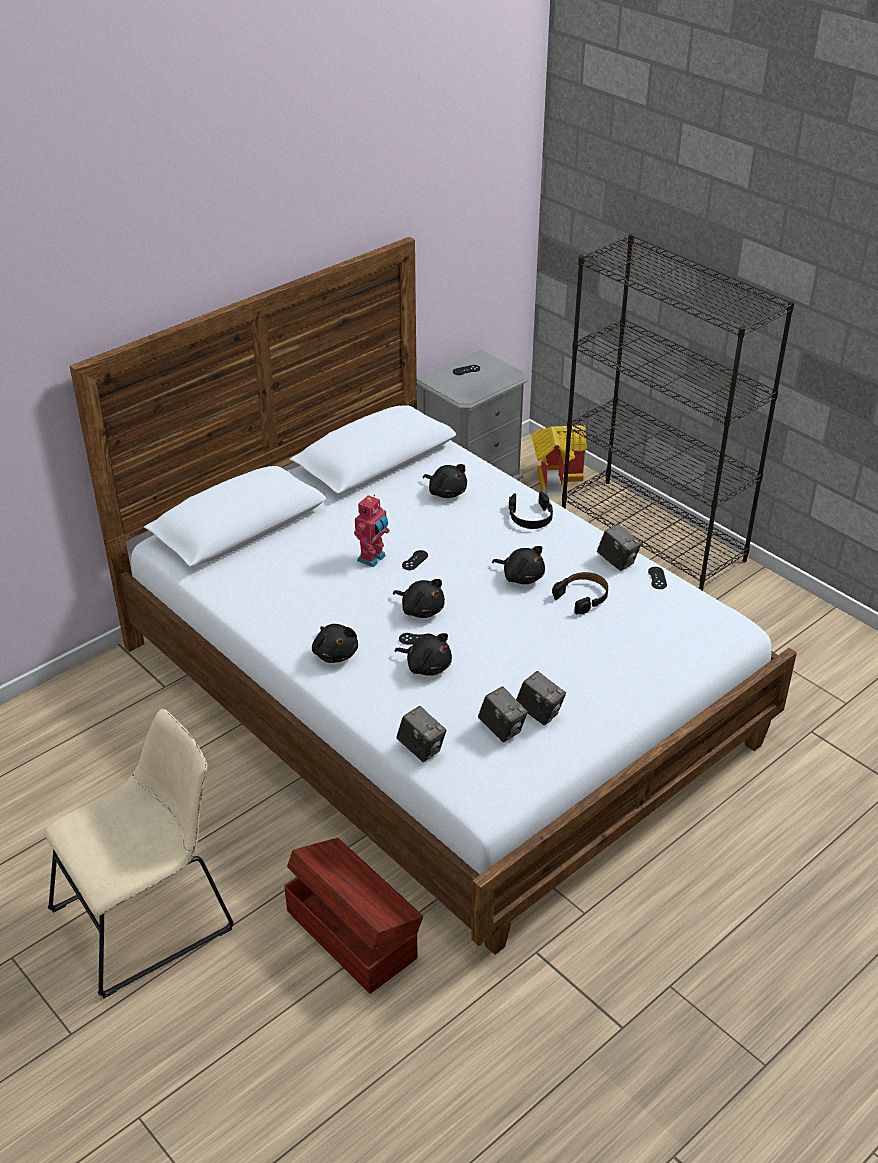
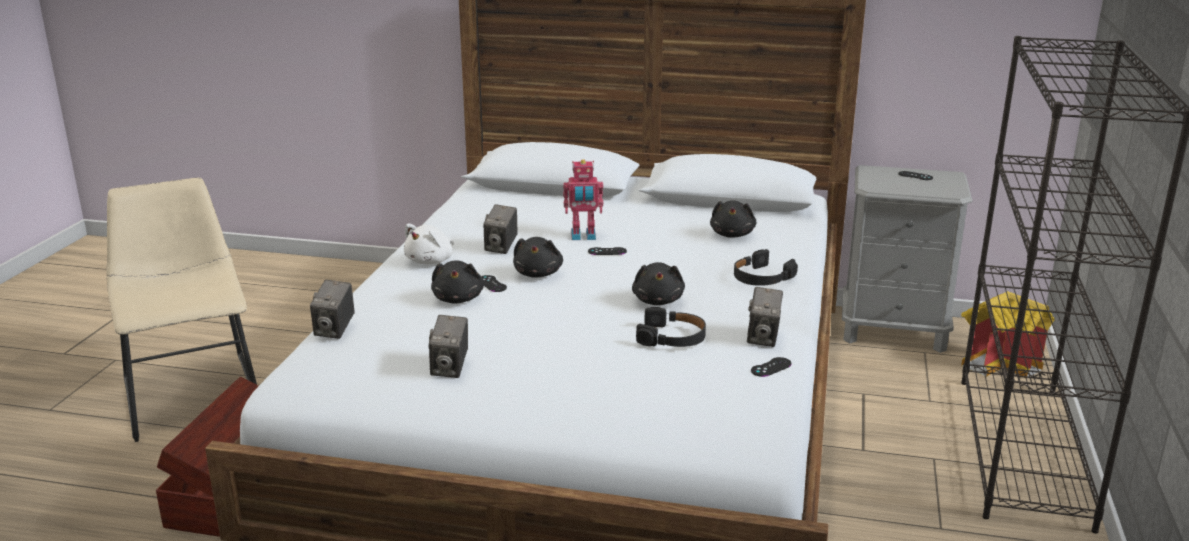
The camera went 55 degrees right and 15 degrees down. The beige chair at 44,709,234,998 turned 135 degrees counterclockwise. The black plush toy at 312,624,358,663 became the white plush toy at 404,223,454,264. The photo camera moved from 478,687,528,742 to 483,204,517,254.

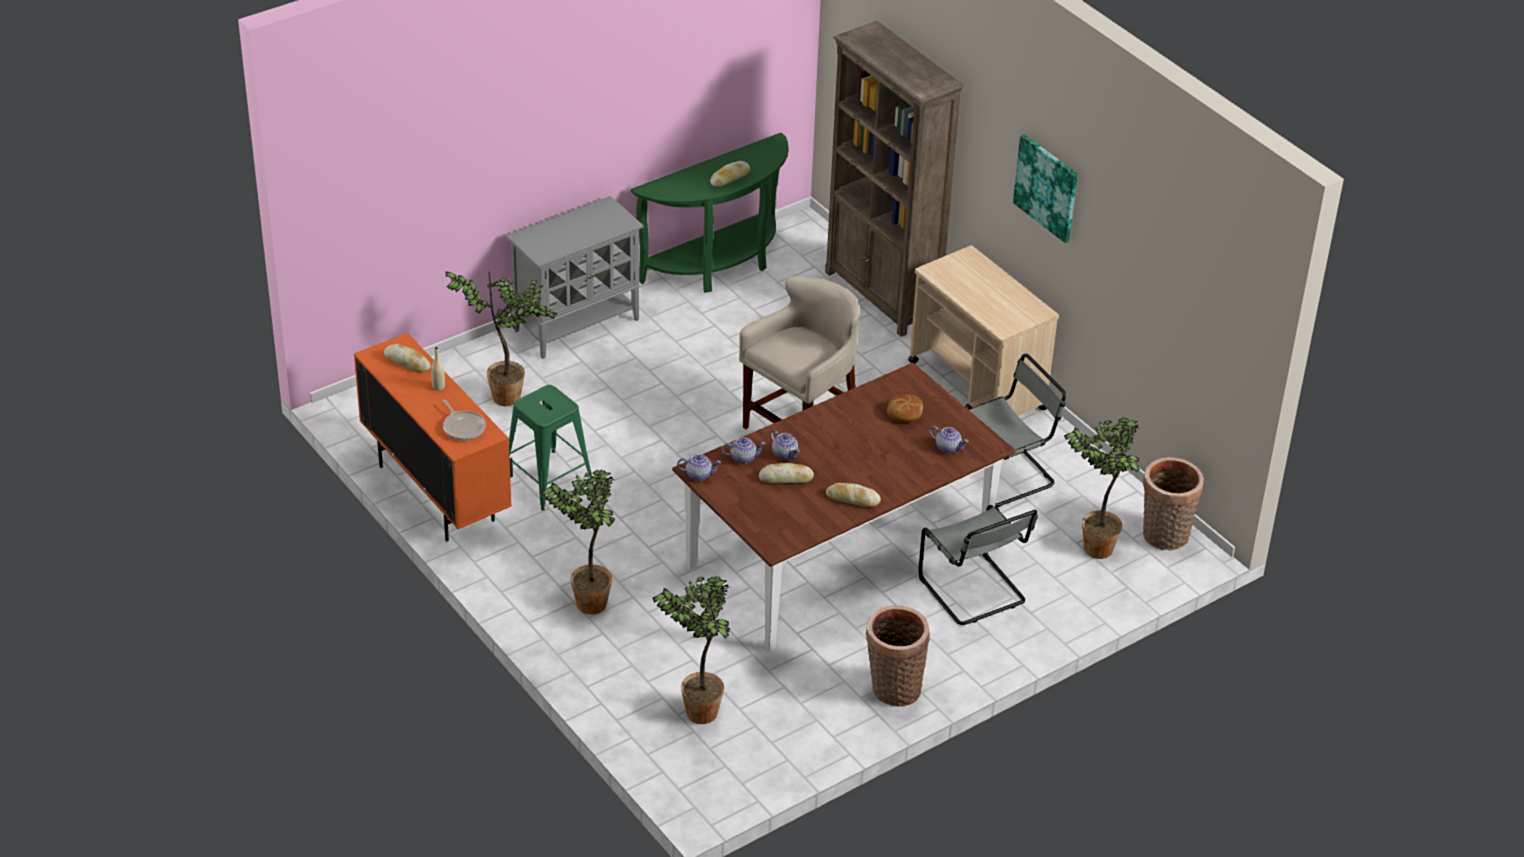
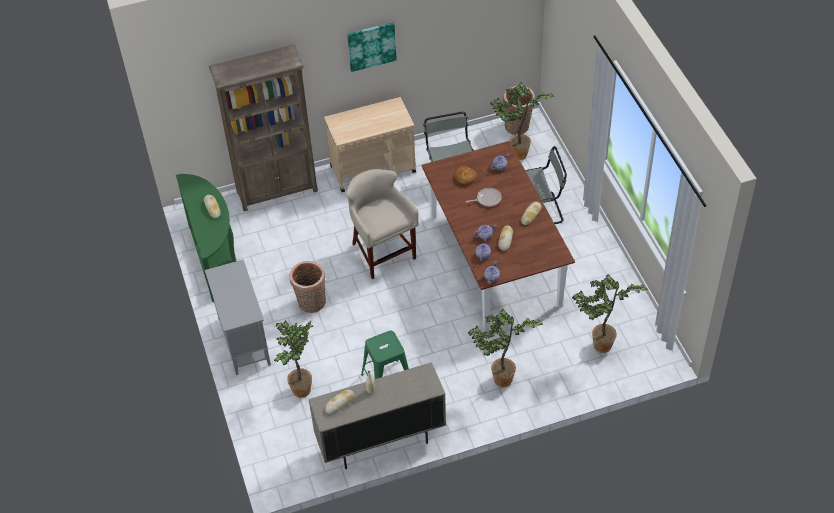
The camera went 70 degrees left and 10 degrees up. The orange cabinet at 354,333,513,542 became the beige cabinet at 308,362,446,469. The frying pan moved from 443,399,486,440 to 466,188,502,207. The basket moved from 865,606,930,707 to 289,261,326,313.

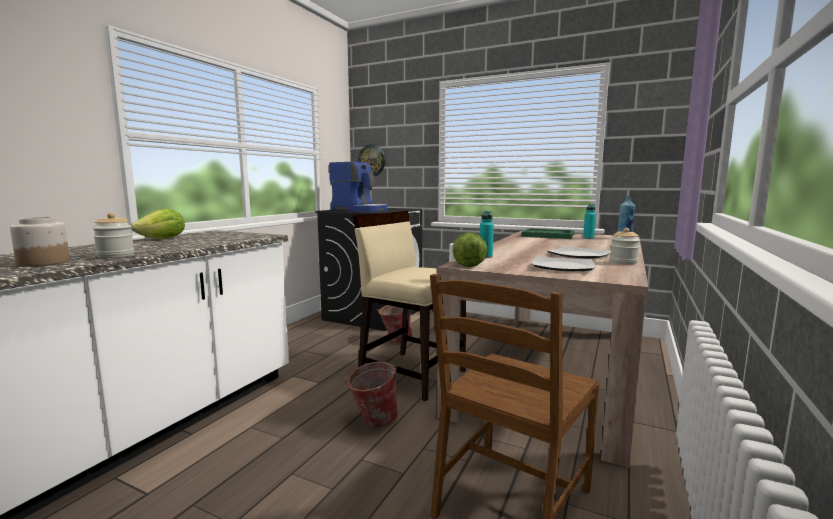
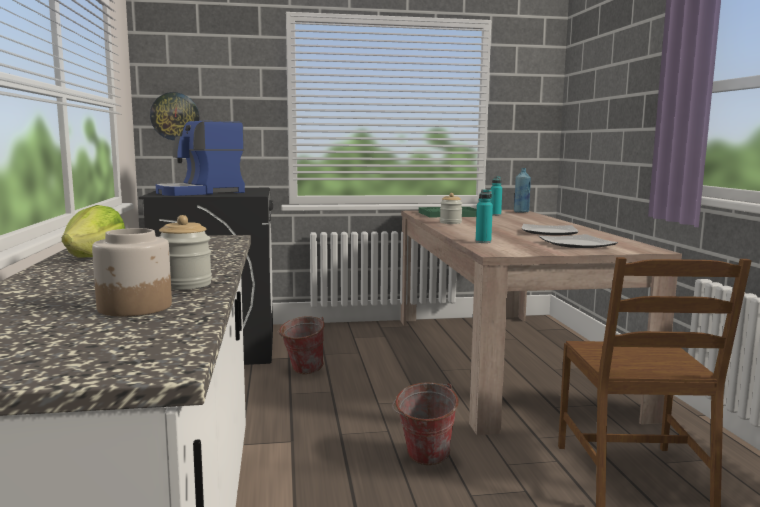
The camera went 35 degrees left and 0 degrees up. The coffee machine at 329,162,387,212 turned 150 degrees clockwise. The beige chair at 353,211,466,401 disappeared. The lettuce at 453,232,487,267 disappeared. The jar moved from 610,228,640,264 to 440,193,462,224.

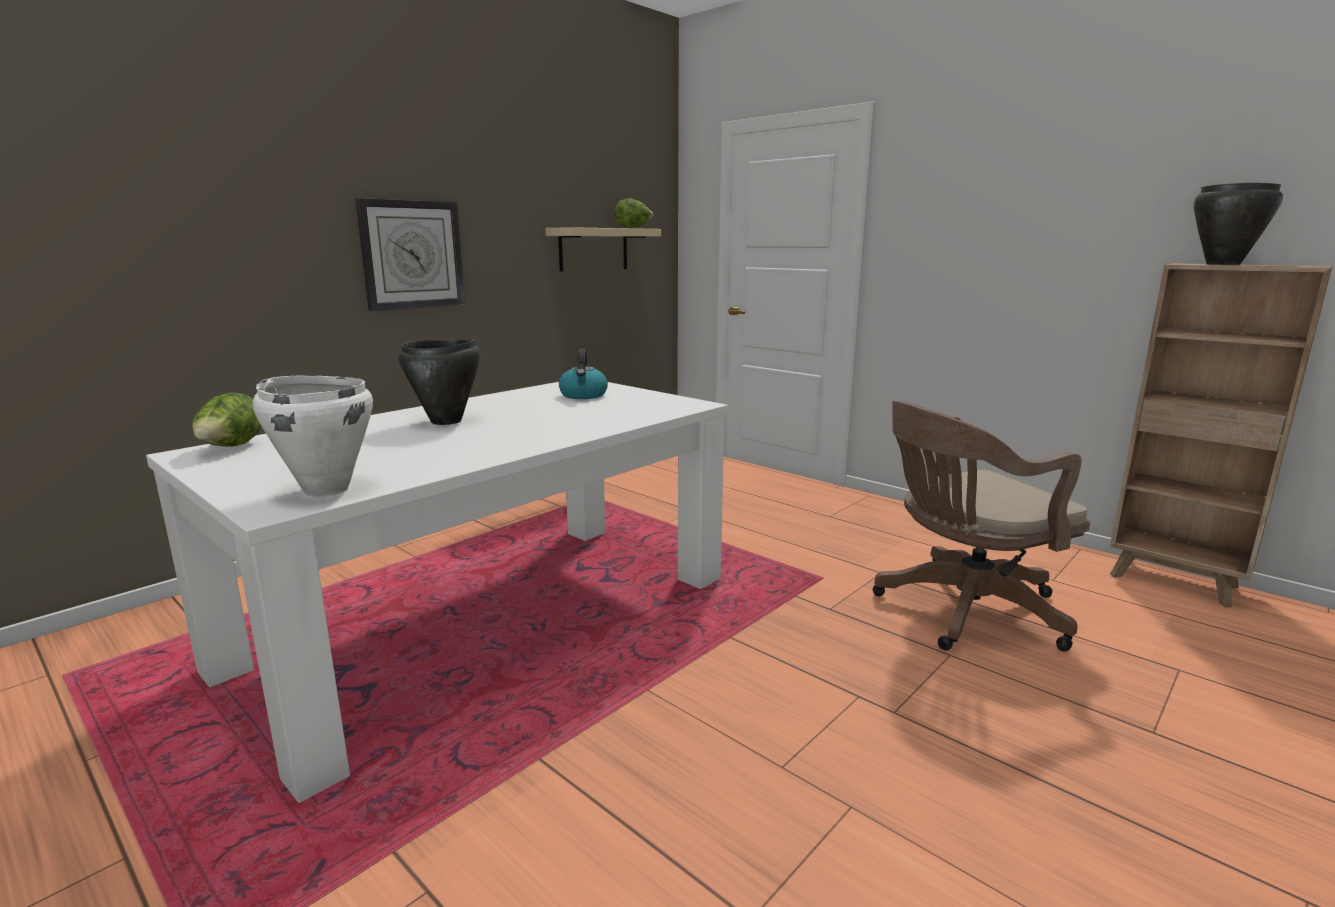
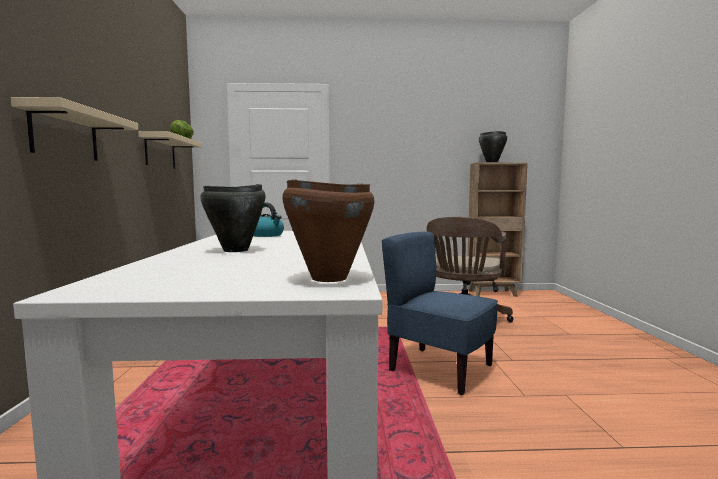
The camera went 45 degrees left and 10 degrees down. The lettuce at 192,393,262,447 disappeared. The white cooking pot at 253,375,373,497 became the brown cooking pot at 282,179,375,282. The wall clock at 355,198,465,311 was replaced by the beige shelf at 11,97,138,161. The blue chair at 382,232,498,395 appeared.

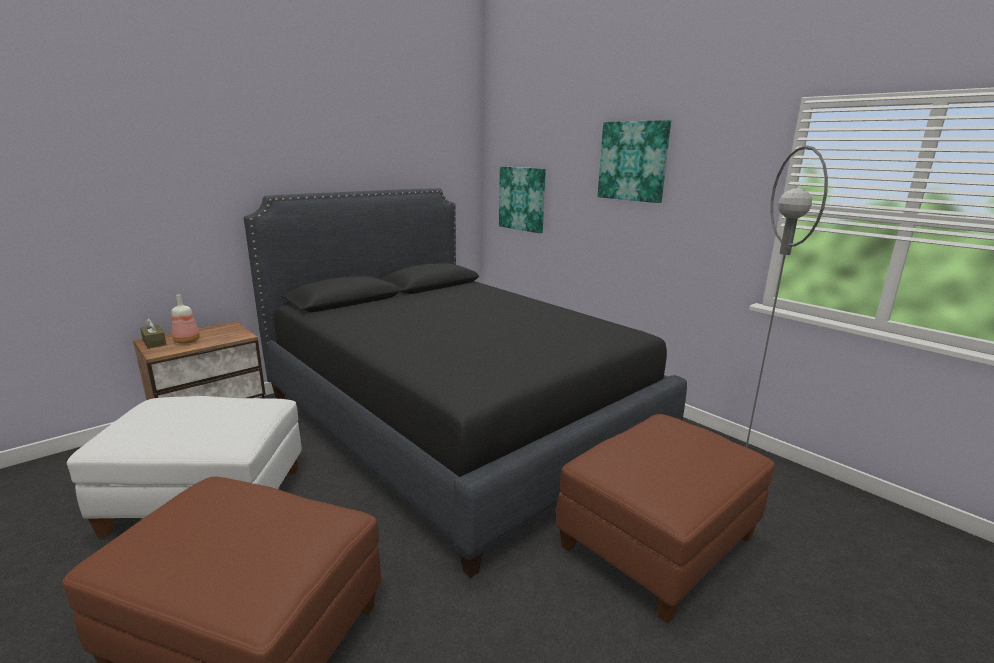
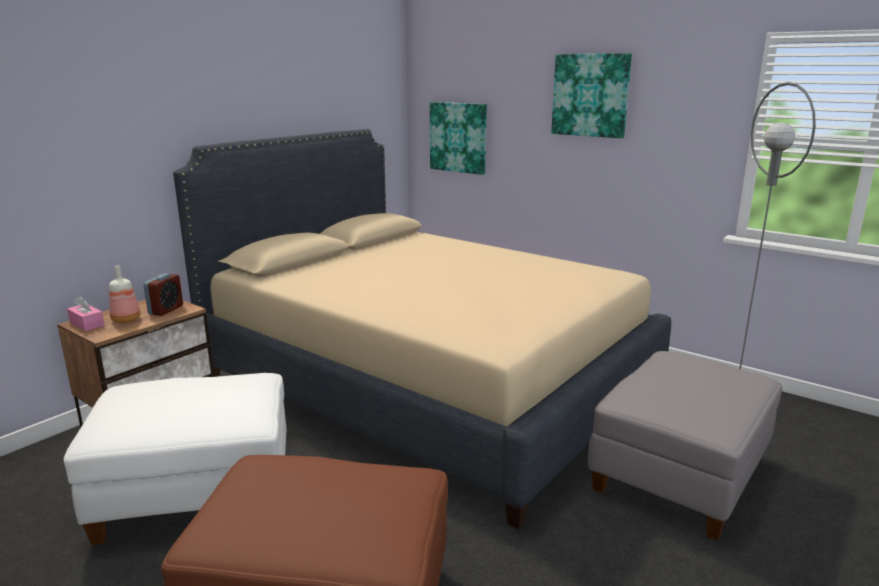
The camera went 10 degrees left and 0 degrees up. The brown tissue box at 140,318,166,348 became the pink tissue box at 67,296,105,331. The black bed at 244,188,687,578 became the beige bed at 173,129,671,529. The brown ottoman at 556,414,775,624 became the grey ottoman at 588,351,783,541. The alarm clock at 143,273,183,316 appeared.

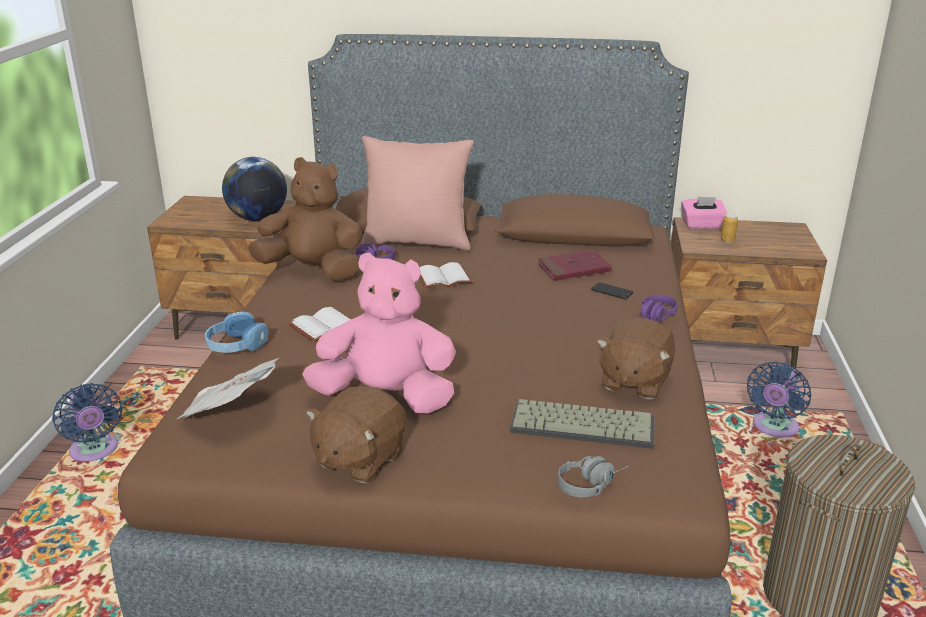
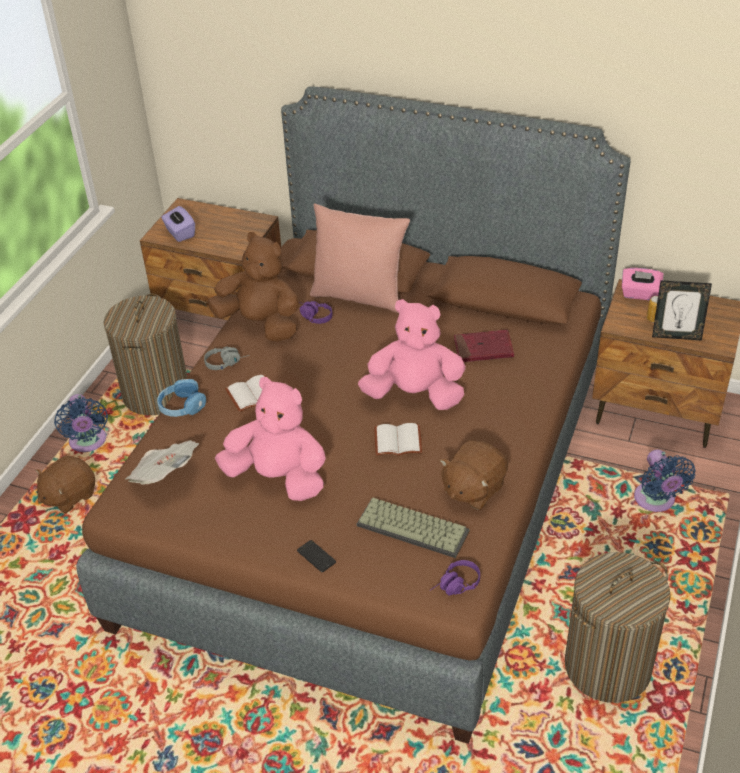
The camera went 15 degrees right and 15 degrees up. The globe at 222,157,287,221 disappeared. The brown plush toy moved from 306,386,407,483 to 36,456,95,513. The white book moved from 420,262,472,288 to 374,423,422,455. The grey headphones moved from 558,456,629,498 to 204,347,249,370. The phone moved from 591,282,633,300 to 297,540,336,572. The purple headphones moved from 634,295,678,322 to 430,560,480,596. The blue fan at 747,361,811,437 turned 60 degrees counterclockwise. The laundry basket at 103,294,187,415 appeared. The purple tissue box at 161,206,195,242 appeared. The pink plush toy at 358,299,466,410 appeared. The picture frame at 652,280,712,341 appeared.

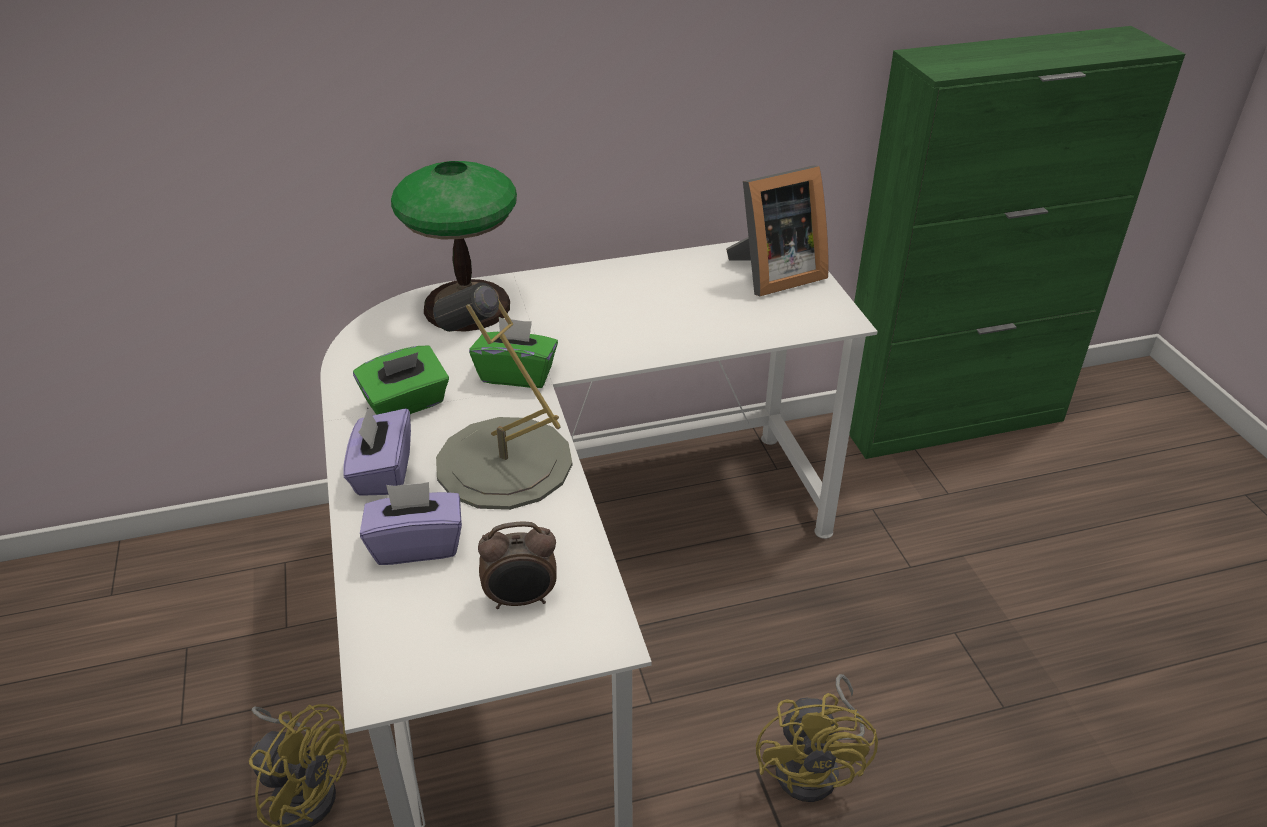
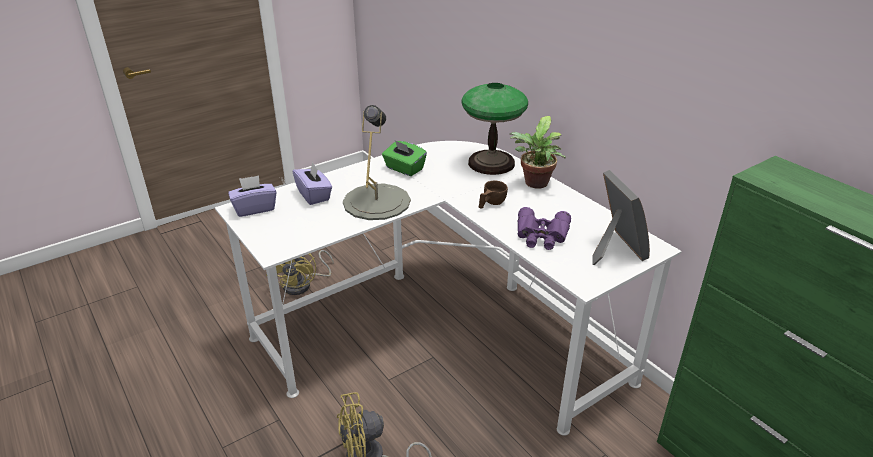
The camera went 70 degrees right and 5 degrees down. The purple tissue box moved from 343,407,411,496 to 228,175,276,217. The green tissue box at 469,317,558,388 disappeared. The alarm clock at 478,521,557,609 disappeared. The picture frame at 726,165,829,296 turned 150 degrees counterclockwise. The brown cup at 479,181,508,208 appeared. The potted plant at 510,116,566,189 appeared. The purple binoculars at 518,207,571,250 appeared.

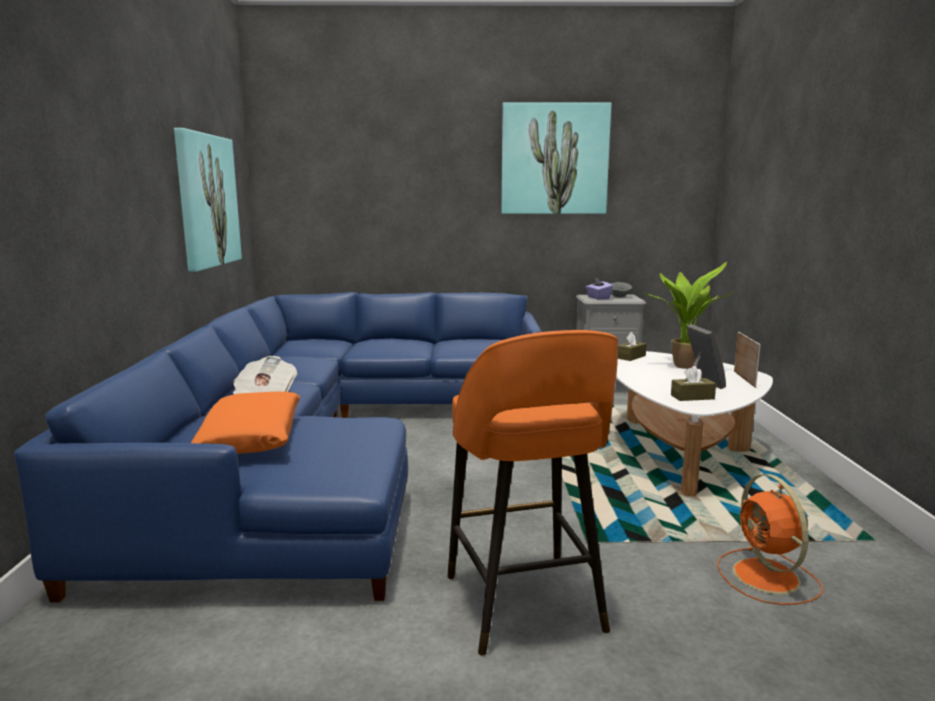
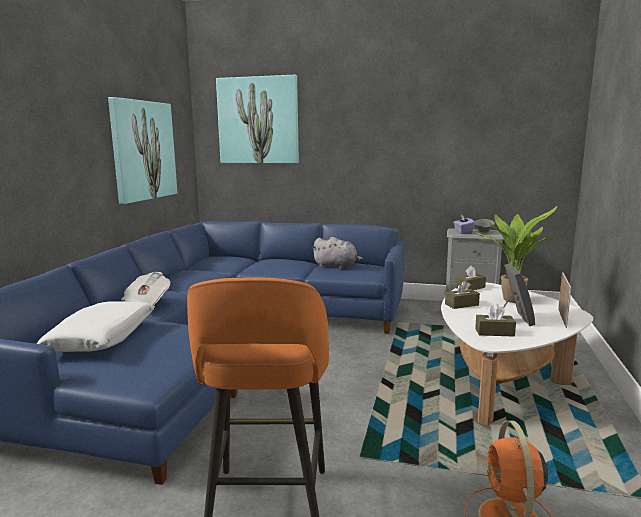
The camera went 15 degrees right and 0 degrees up. The orange pillow at 191,392,300,454 became the white pillow at 36,301,155,352. The picture moved from 501,102,612,214 to 216,75,299,163. The grey plush toy at 312,237,364,269 appeared. The brown tissue box at 445,281,480,309 appeared.

